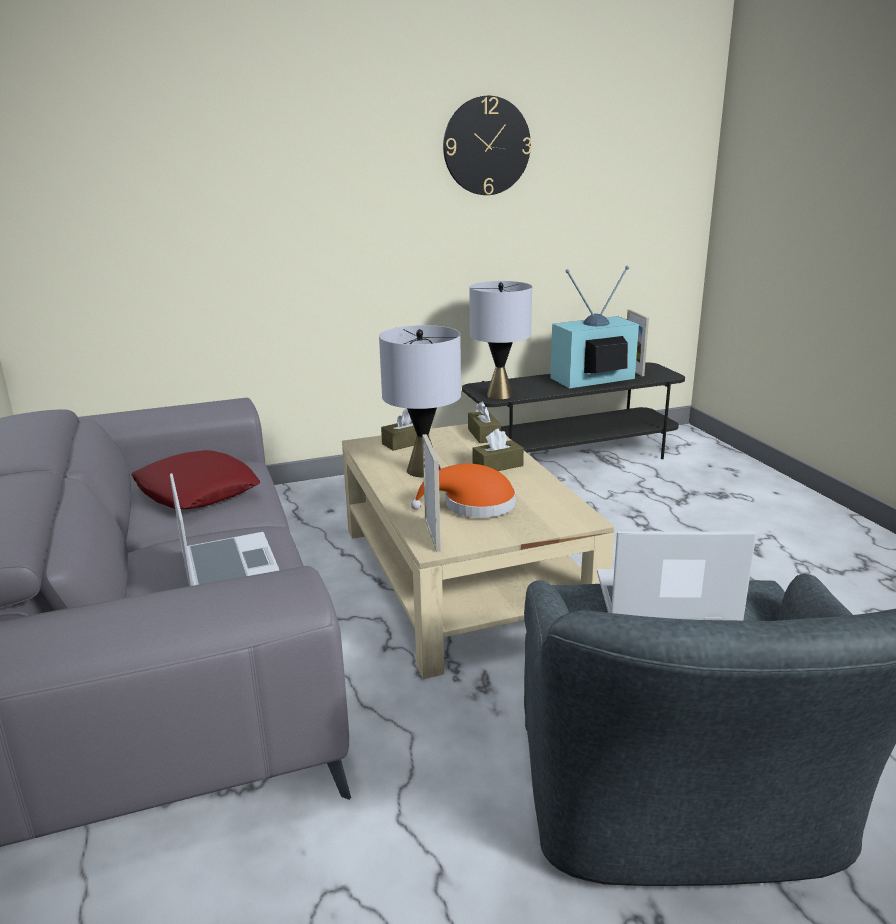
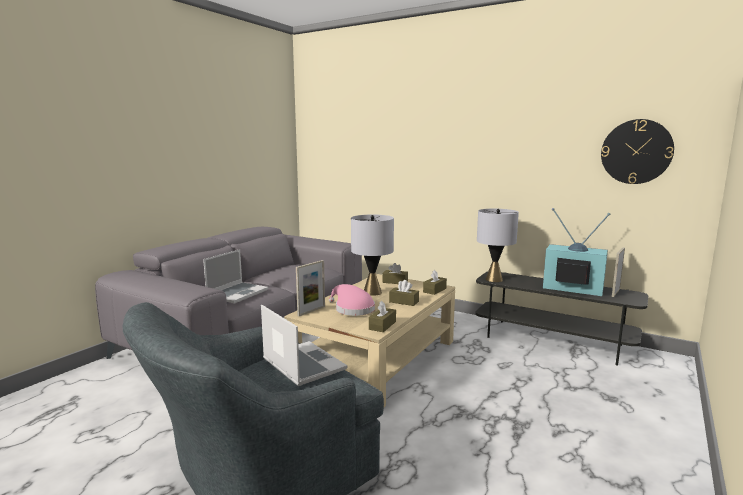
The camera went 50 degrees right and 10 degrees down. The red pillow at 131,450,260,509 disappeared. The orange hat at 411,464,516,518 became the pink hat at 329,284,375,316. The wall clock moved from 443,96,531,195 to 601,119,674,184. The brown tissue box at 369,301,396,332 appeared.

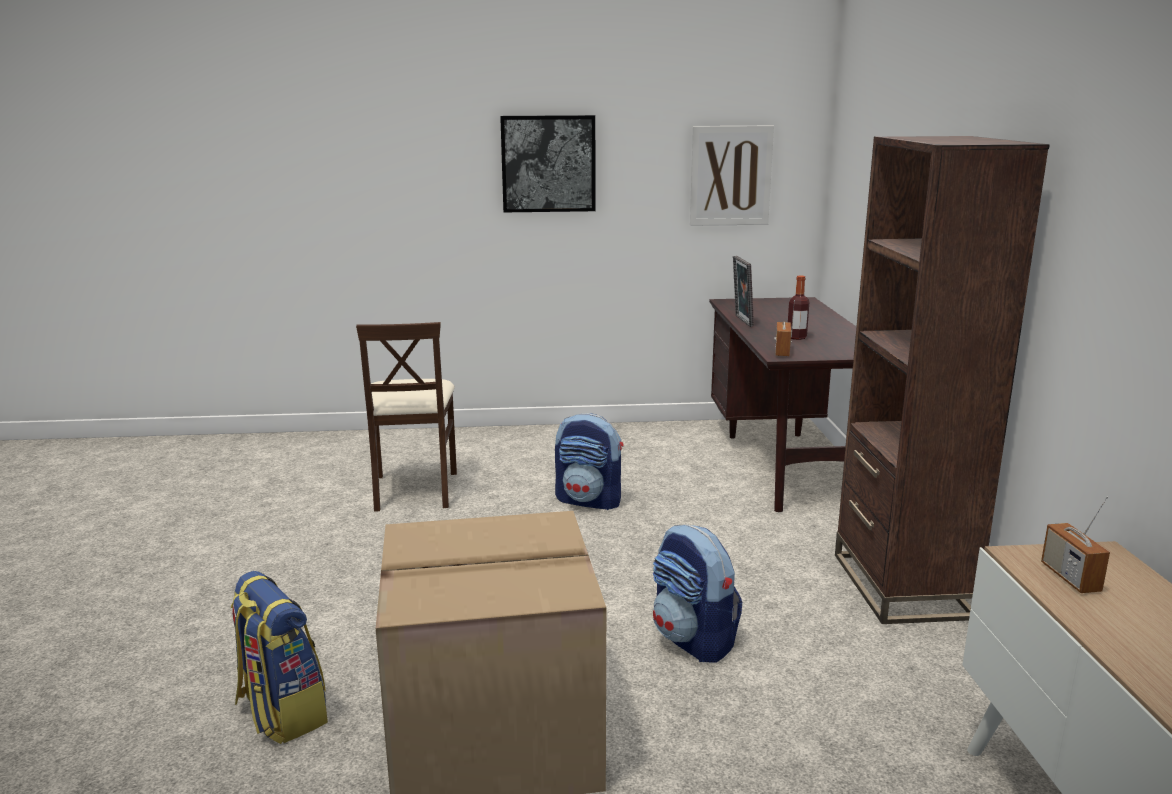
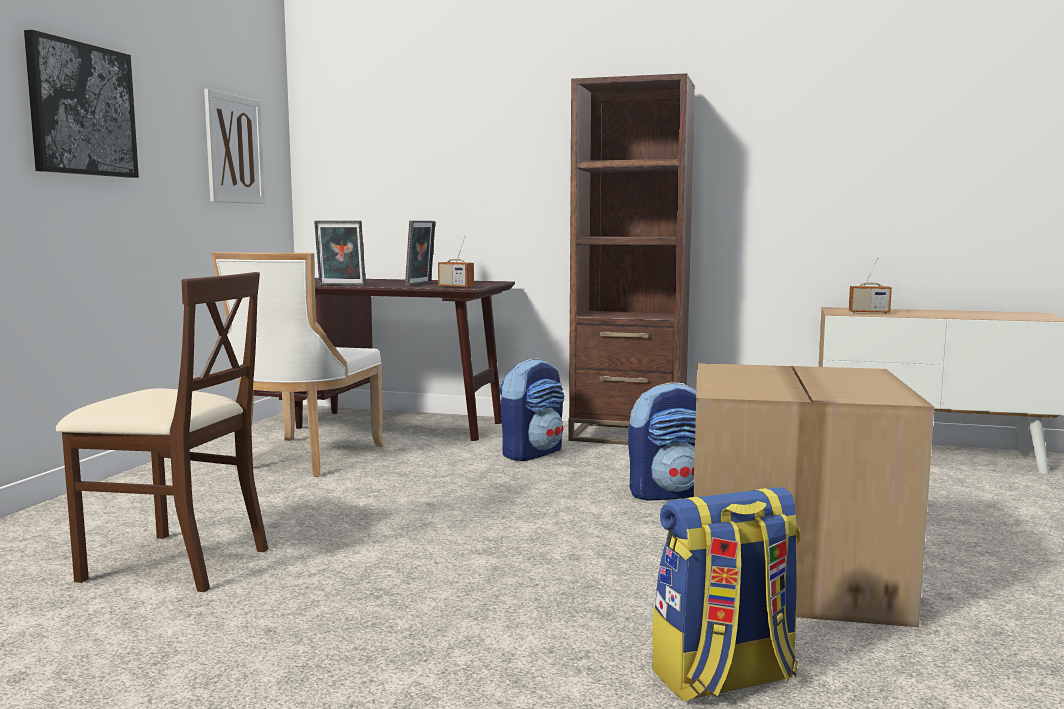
The camera went 70 degrees left and 10 degrees down. The backpack moved from 555,413,624,510 to 499,358,565,461. The bottle at 788,275,809,340 was replaced by the picture frame at 405,220,435,286. The white chair at 211,252,385,477 appeared.

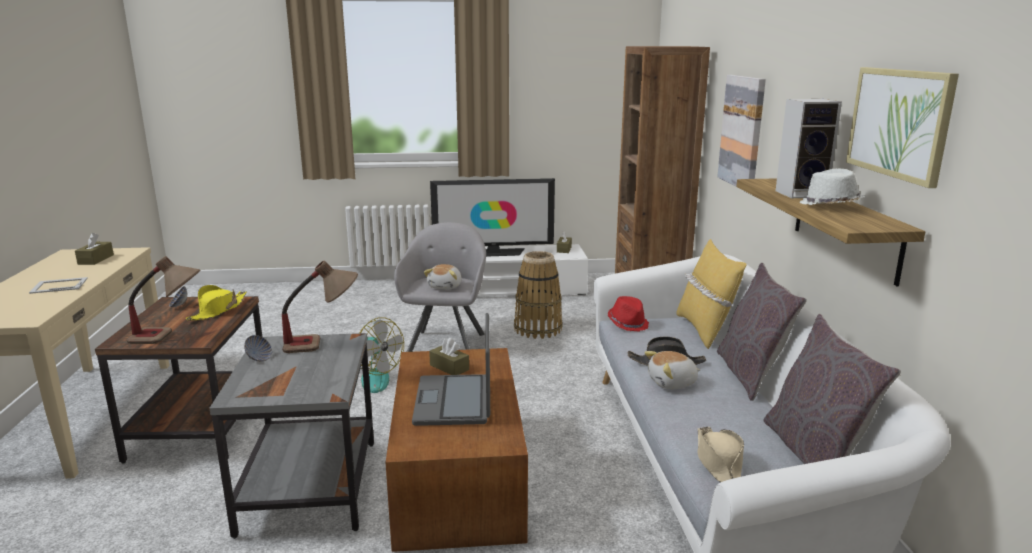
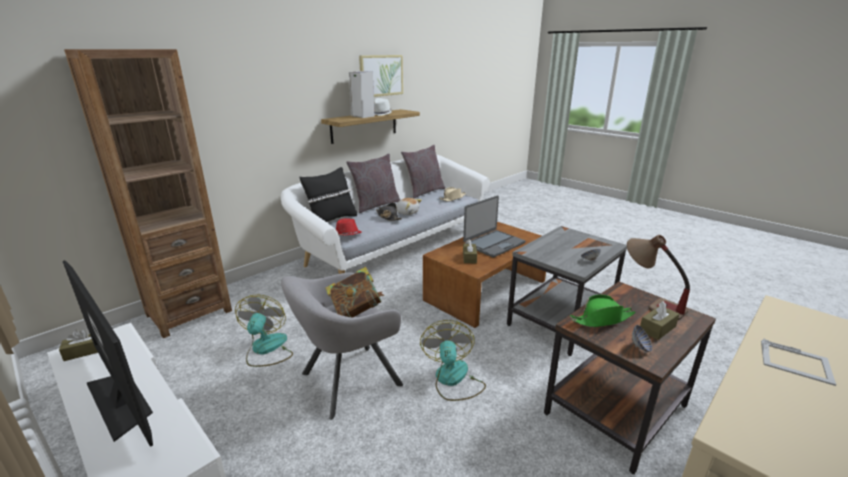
The camera went 130 degrees left and 5 degrees up. The brown tissue box moved from 75,233,114,265 to 640,301,679,340. The yellow hat at 186,285,247,320 became the green hat at 570,294,636,327. The table lamp at 282,261,358,353 disappeared. The plush toy at 424,264,462,290 was replaced by the book at 325,267,384,317. The basket at 514,251,563,339 was replaced by the fan at 235,295,293,367. The yellow pillow at 676,239,747,349 became the black pillow at 299,167,357,222. The picture at 717,75,766,187 disappeared.

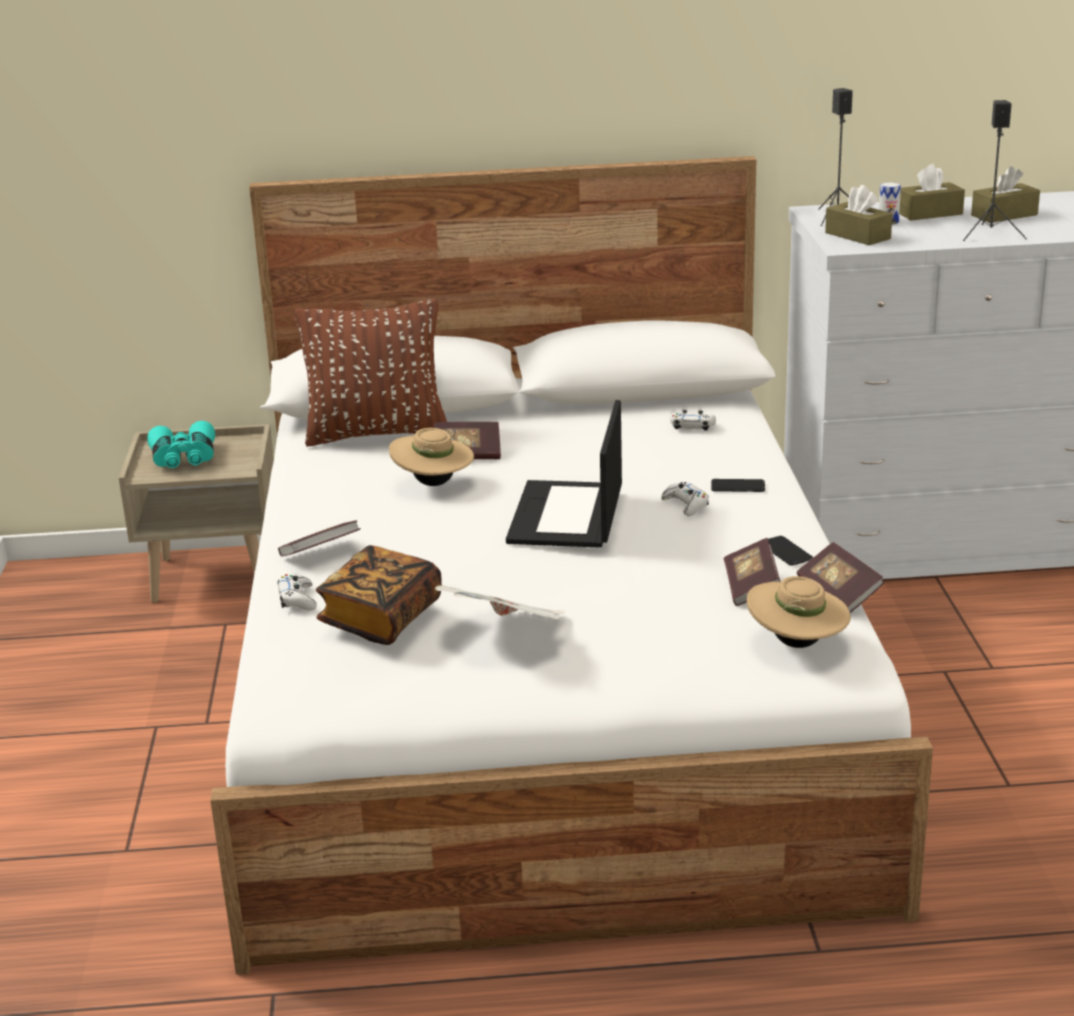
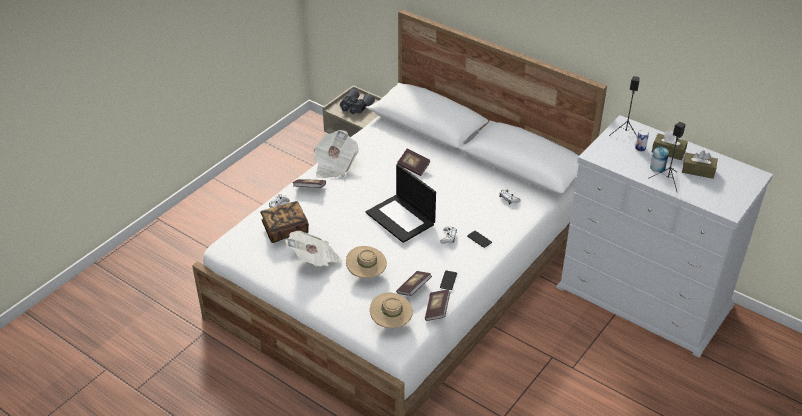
The camera went 40 degrees right and 15 degrees up. The turquoise binoculars at 147,421,215,468 became the grey binoculars at 340,89,375,114. The brown pillow at 295,299,447,446 disappeared. The beige hat moved from 389,428,474,486 to 346,246,387,278. The laptop at 506,400,622,548 turned 90 degrees counterclockwise. The brown tissue box at 825,185,892,245 disappeared. The newspaper at 313,130,359,178 appeared. The can at 650,147,669,172 appeared.

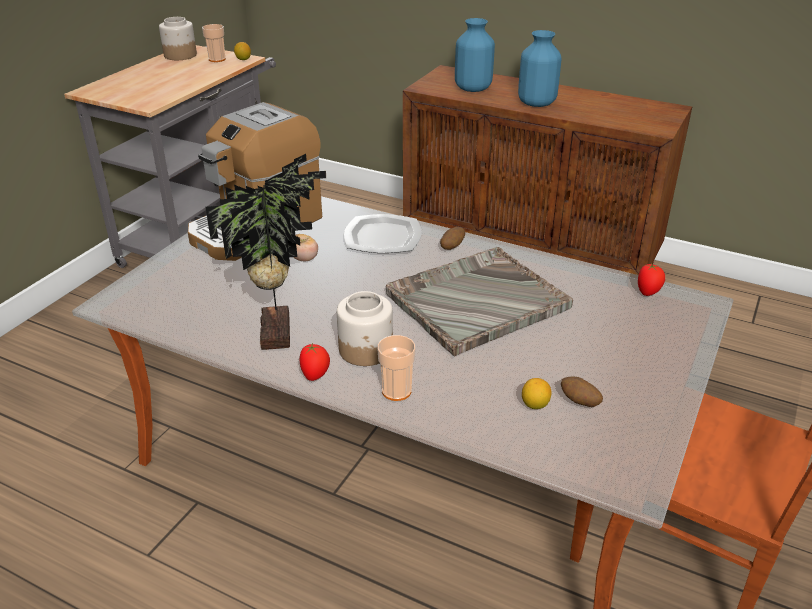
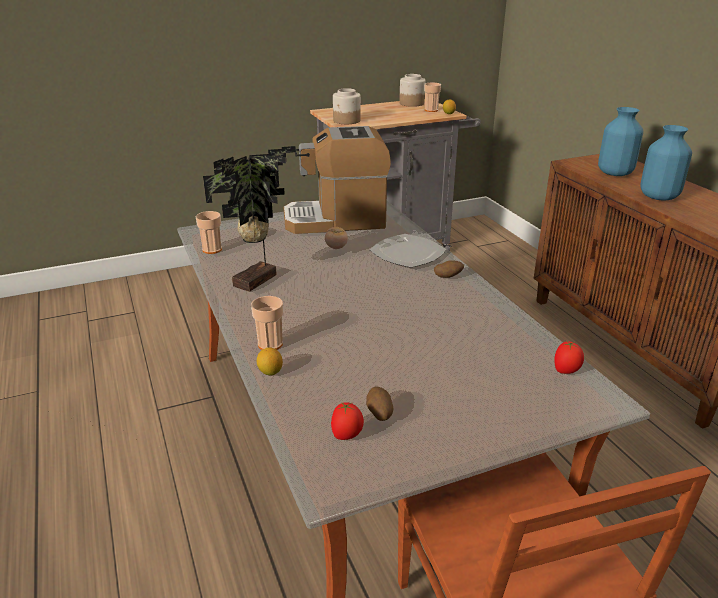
The camera went 40 degrees right and 5 degrees down. The tomato moved from 300,342,330,381 to 331,402,364,440. The jar moved from 337,291,393,366 to 333,88,361,124. The grey tray at 386,247,573,356 disappeared. The lemon moved from 522,378,552,409 to 257,347,283,375. The cup at 196,211,222,254 appeared.

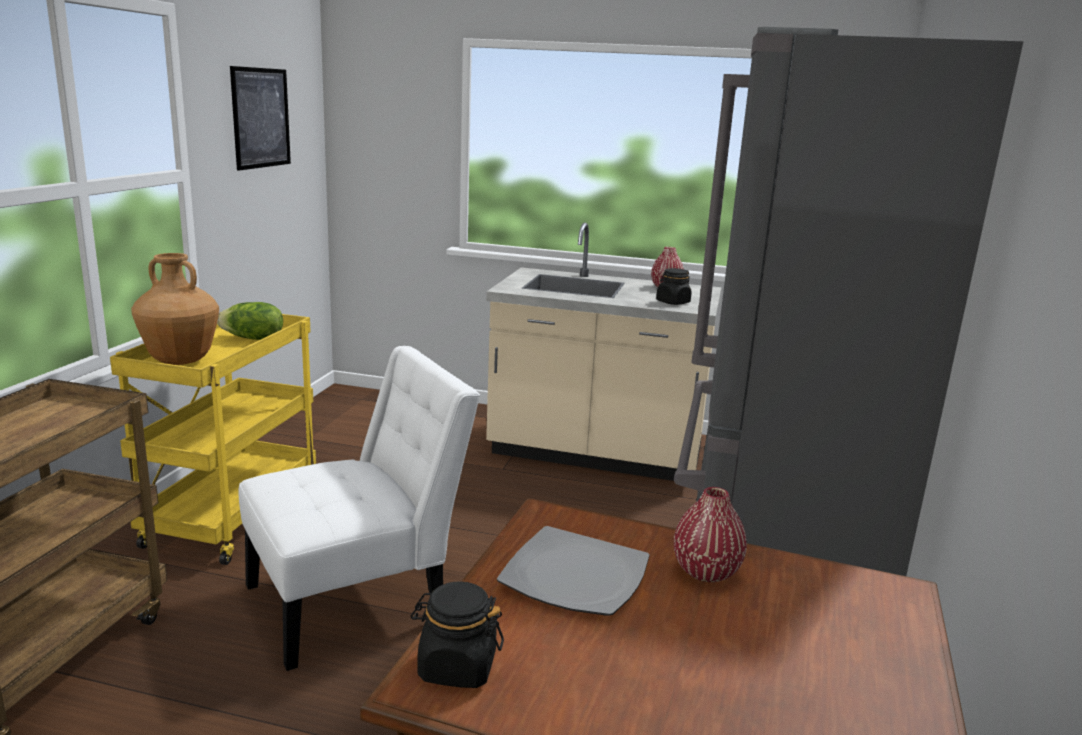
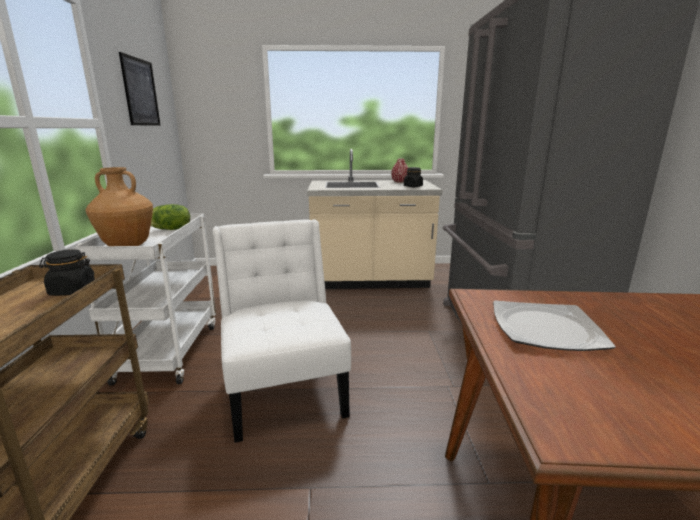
The camera went 15 degrees left and 0 degrees up. The yellow cart at 110,314,316,565 became the white cart at 74,214,216,385. The white chair at 238,346,480,671 turned 60 degrees counterclockwise. The black jar moved from 411,581,504,688 to 39,249,95,296. The red vase at 674,487,747,582 disappeared.

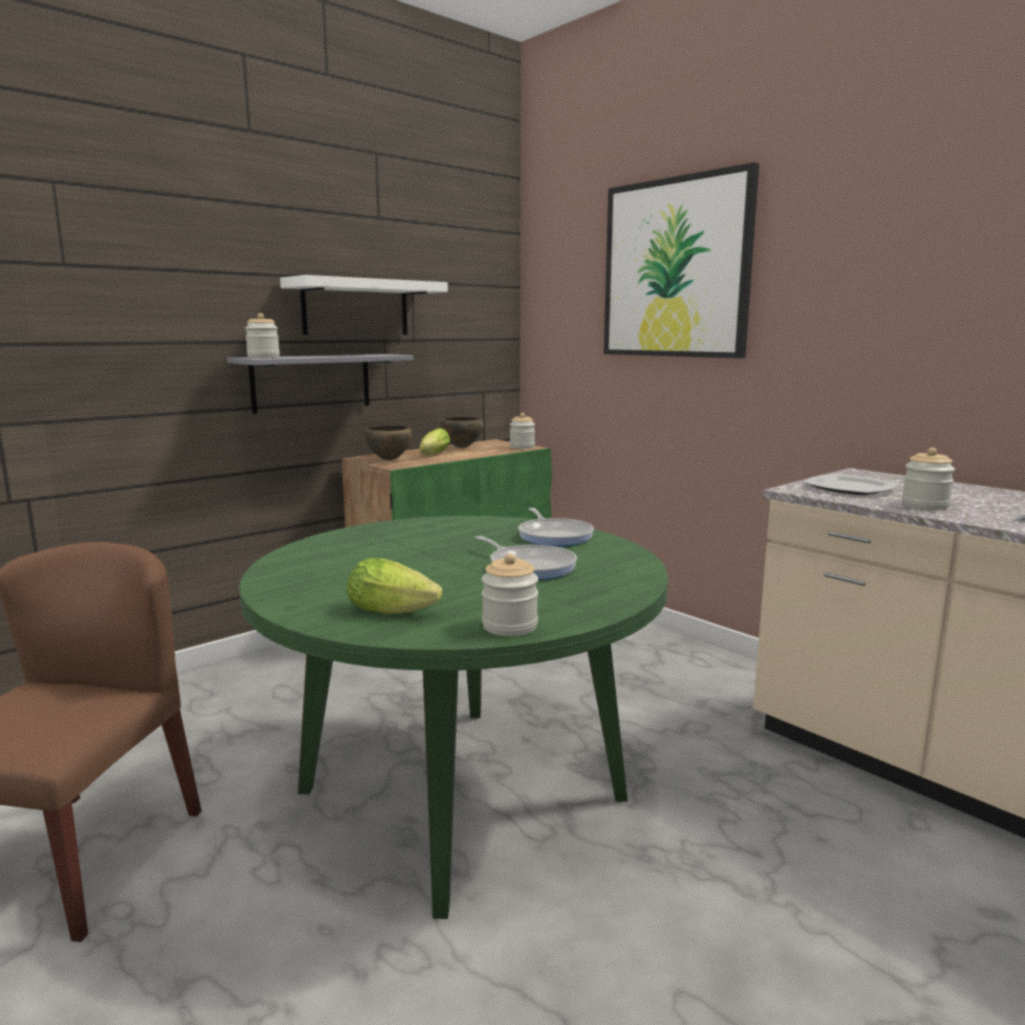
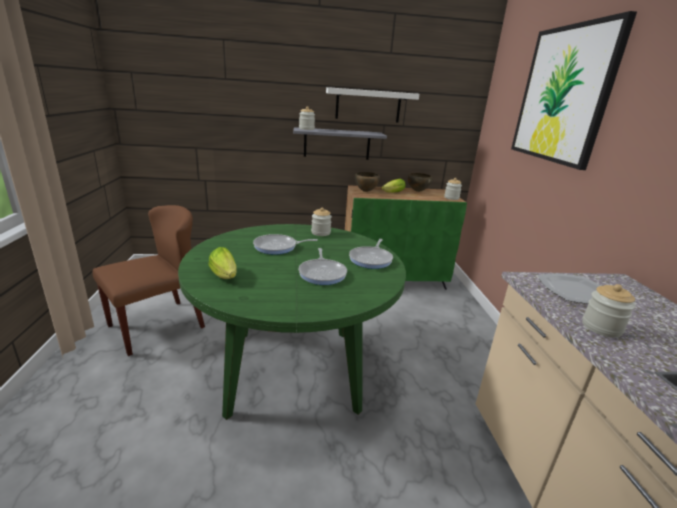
The camera went 35 degrees right and 10 degrees up. The jar moved from 482,553,538,636 to 311,207,332,236. The frying pan at 253,234,317,255 appeared.

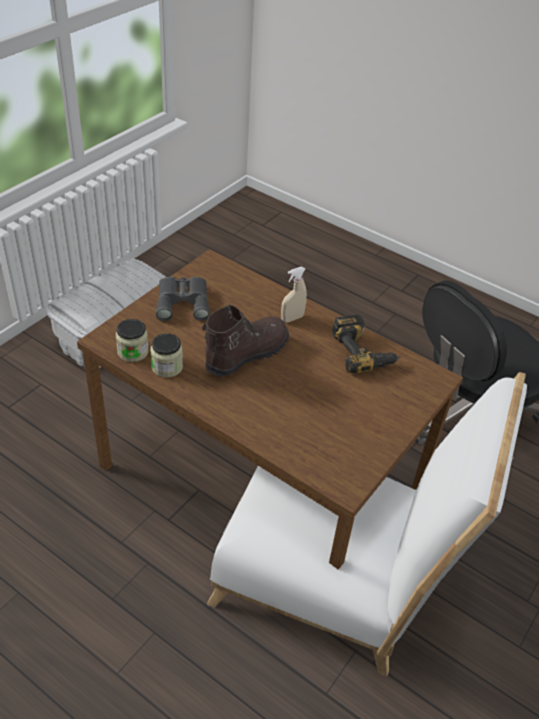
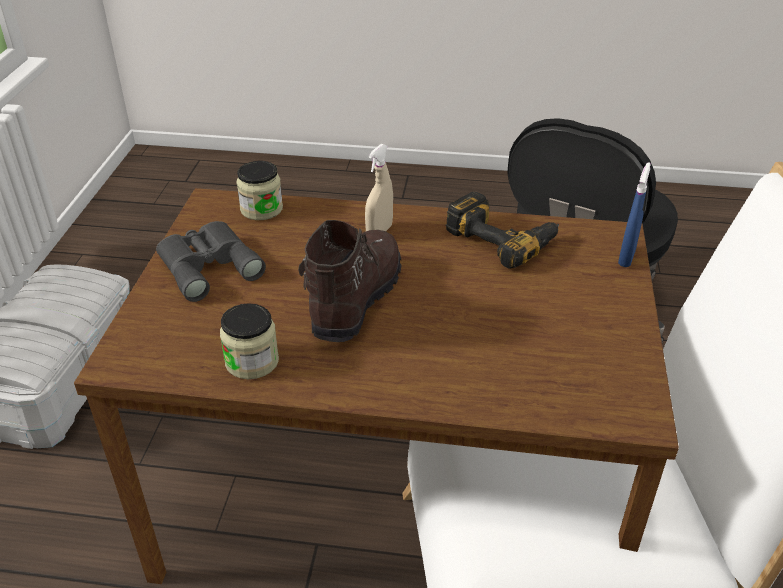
The camera went 25 degrees left and 5 degrees down. The jar moved from 116,319,149,362 to 236,161,283,220. The blue spray bottle at 618,162,651,267 appeared.

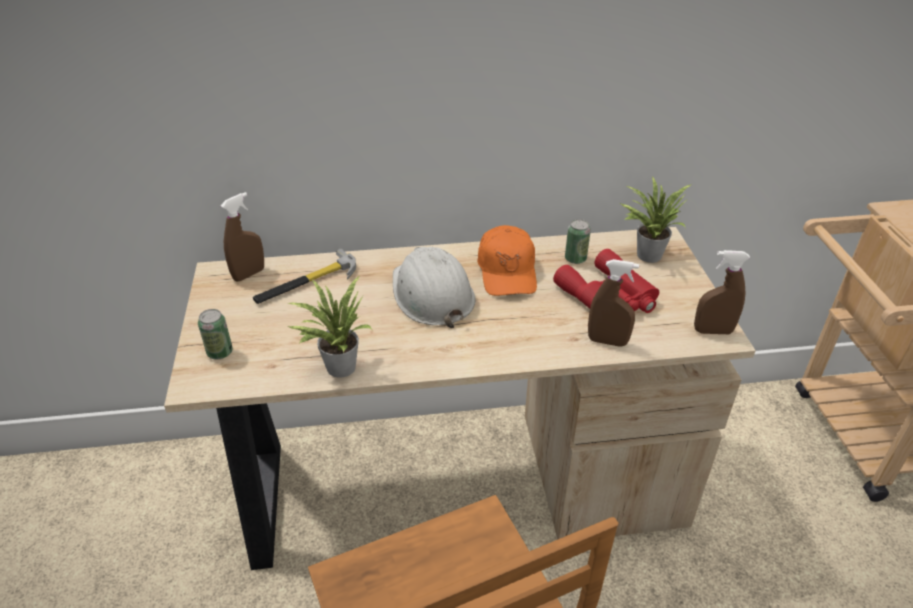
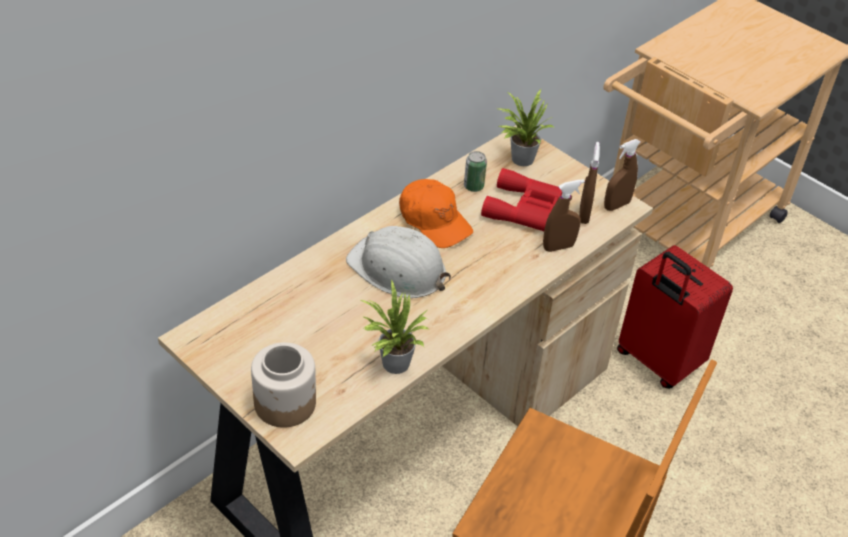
The camera went 40 degrees left and 5 degrees up. The can at 198,309,233,360 was replaced by the jar at 251,342,316,428. The brown spray bottle moved from 221,192,264,281 to 579,142,600,224. The hammer at 253,249,356,304 disappeared. The red suitcase at 617,245,733,389 appeared.

